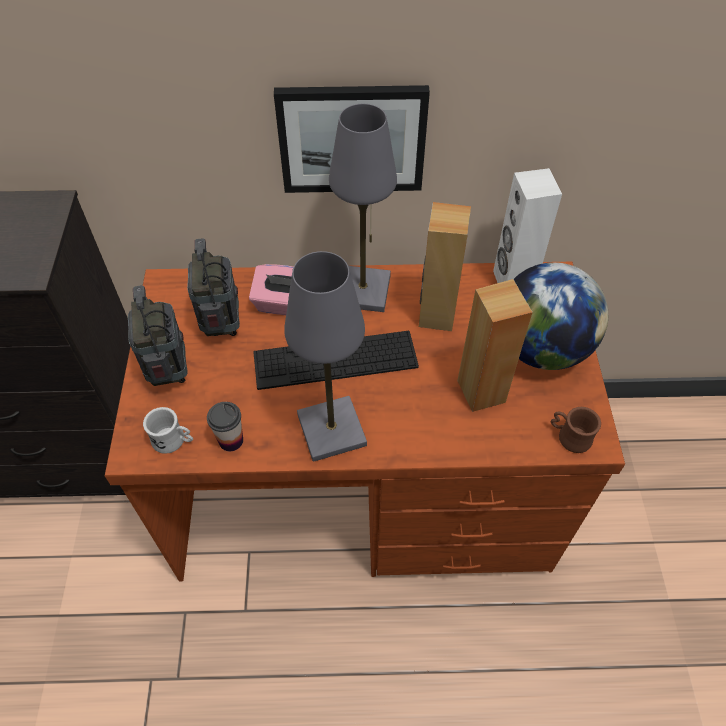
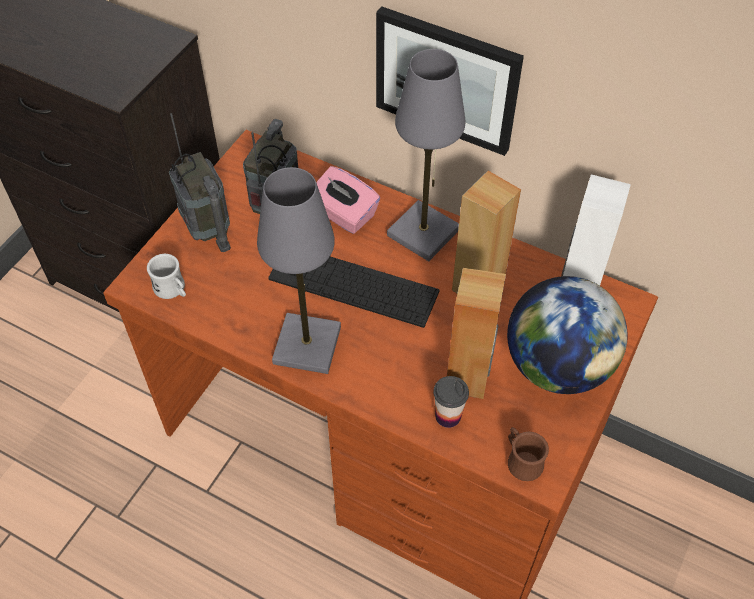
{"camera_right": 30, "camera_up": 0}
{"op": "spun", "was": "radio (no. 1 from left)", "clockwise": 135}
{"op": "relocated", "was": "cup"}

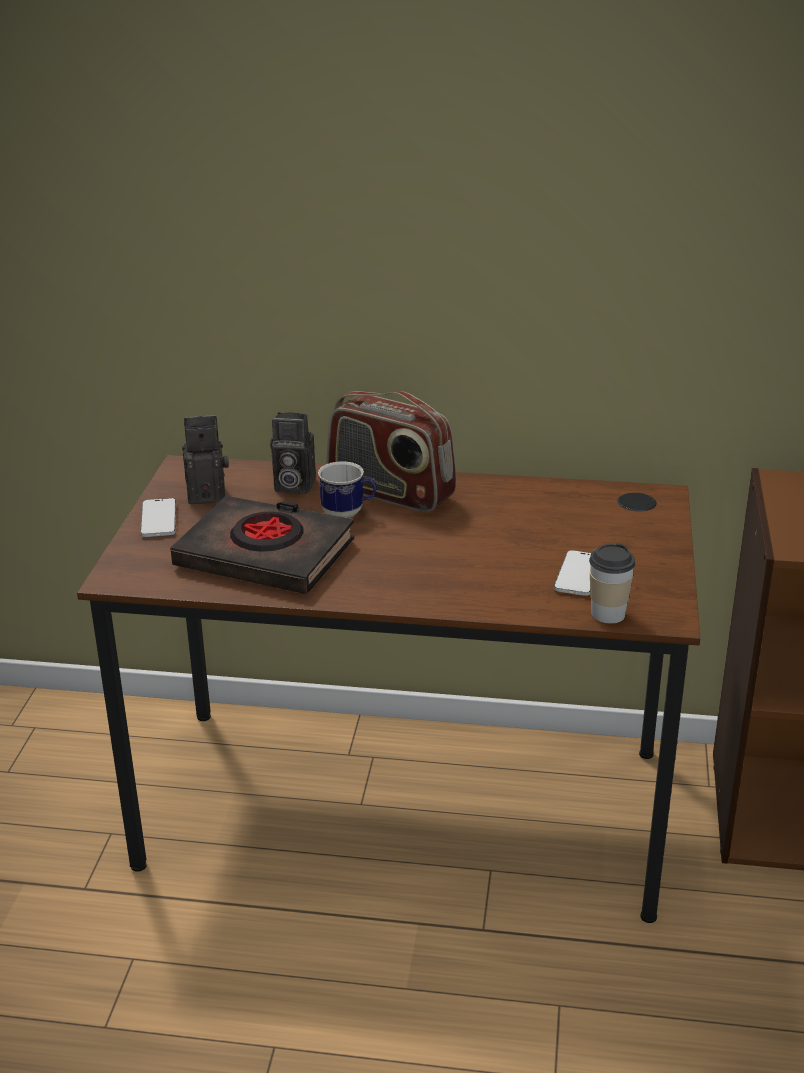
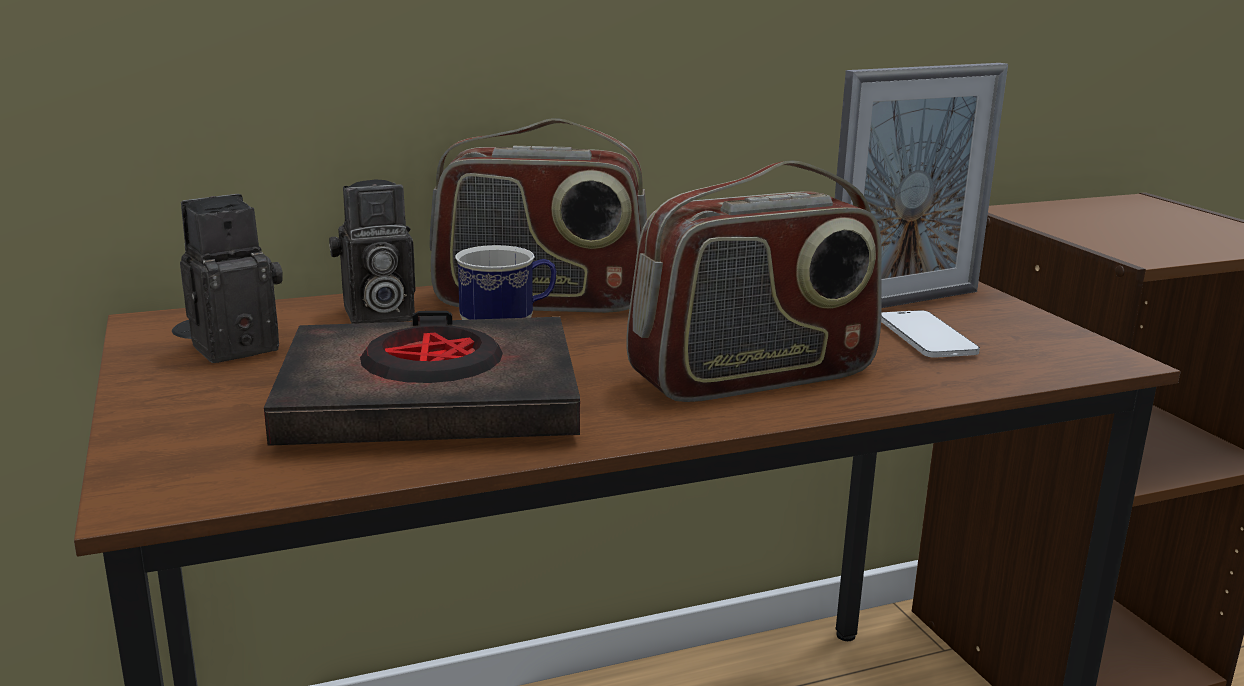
{"camera_right": -30, "camera_up": -10}
{"op": "appeared", "now": "radio (no. 2 from left)"}
{"op": "appeared", "now": "picture frame"}
{"op": "missing", "was": "phone (no. 1 from left)"}
{"op": "missing", "was": "cup"}

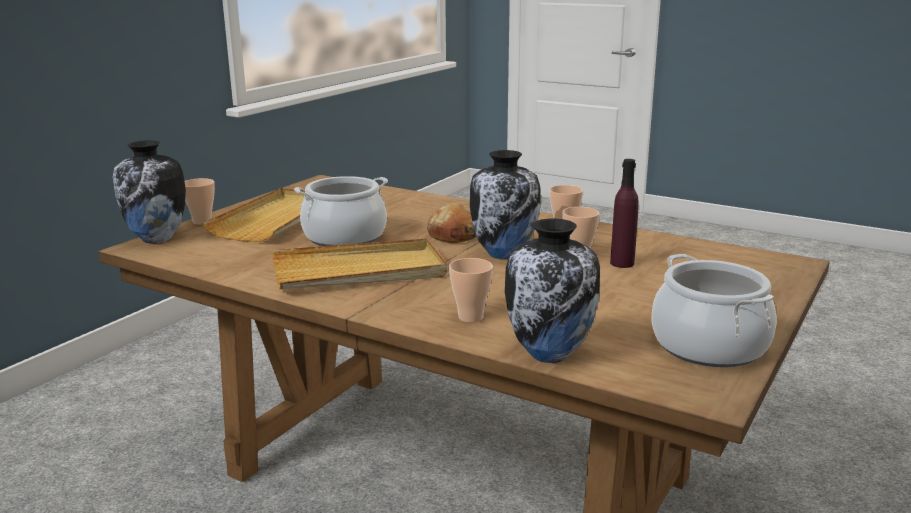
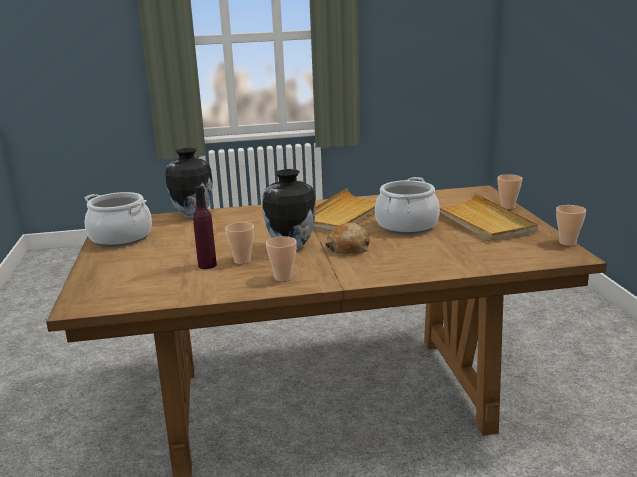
{"camera_right": 140, "camera_up": 0}
{"op": "relocated", "was": "cup (no. 2 from left in the first image)", "now": "cup (no. 4 from left)"}
{"op": "missing", "was": "vase (no. 1 from left)"}

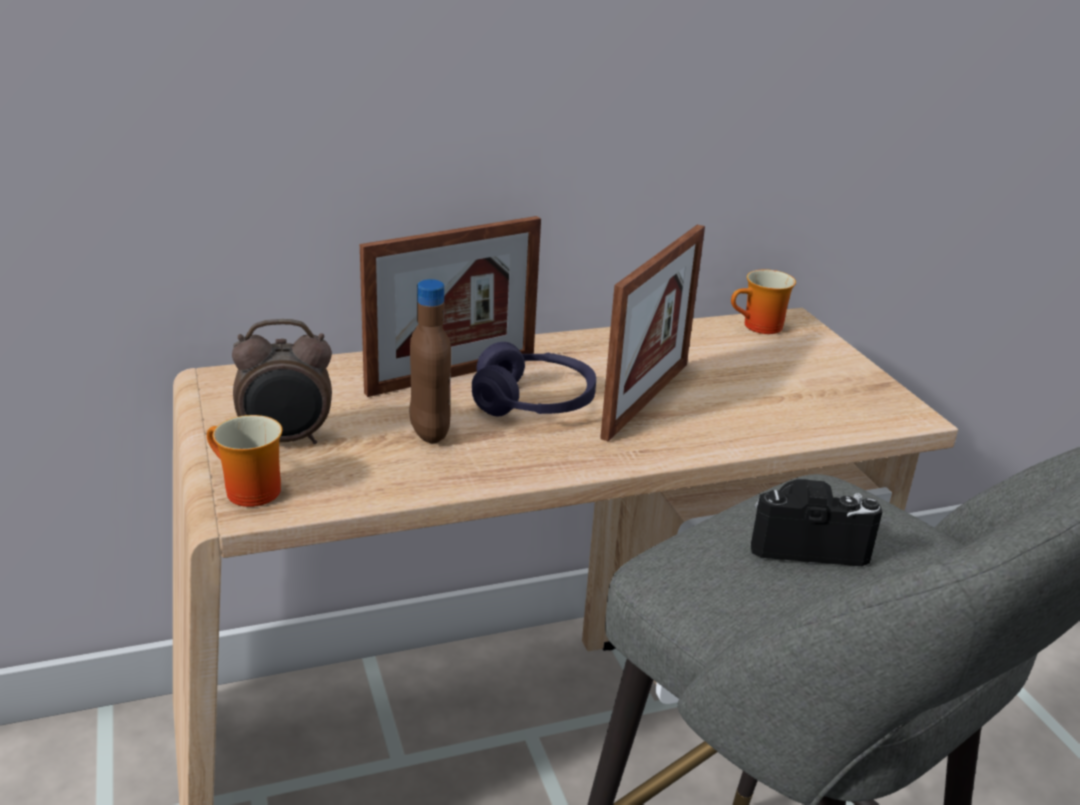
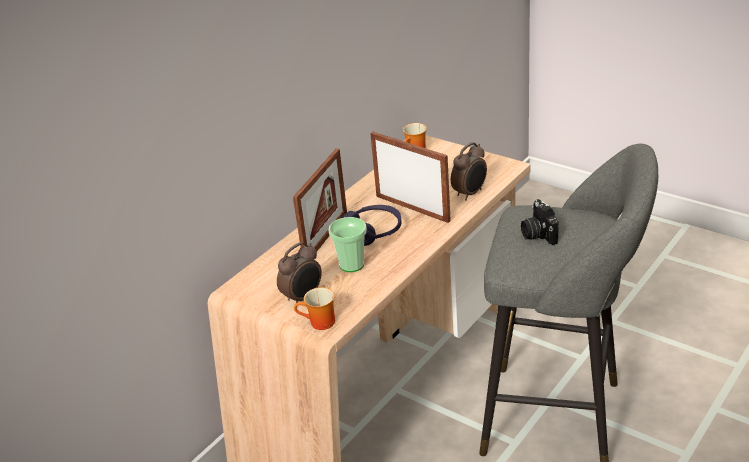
{"camera_right": -30, "camera_up": 5}
{"op": "exchanged", "was": "brown bottle", "now": "cup"}
{"op": "spun", "was": "picture frame (no. 2 from left)", "clockwise": -45}
{"op": "appeared", "now": "alarm clock (no. 2 from left)"}
{"op": "spun", "was": "photo camera", "clockwise": -75}

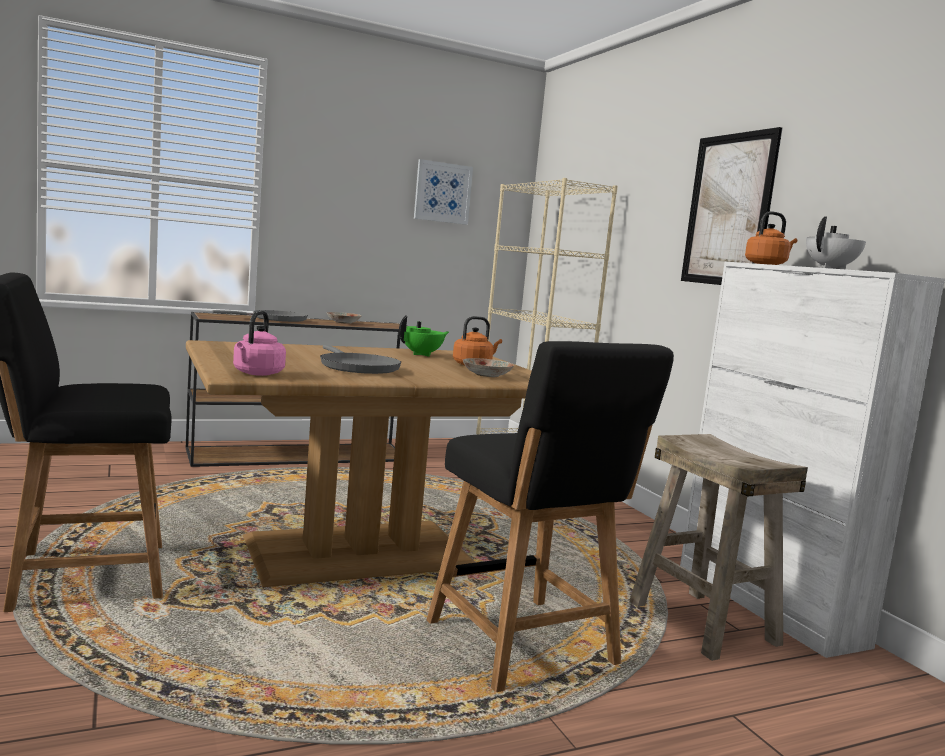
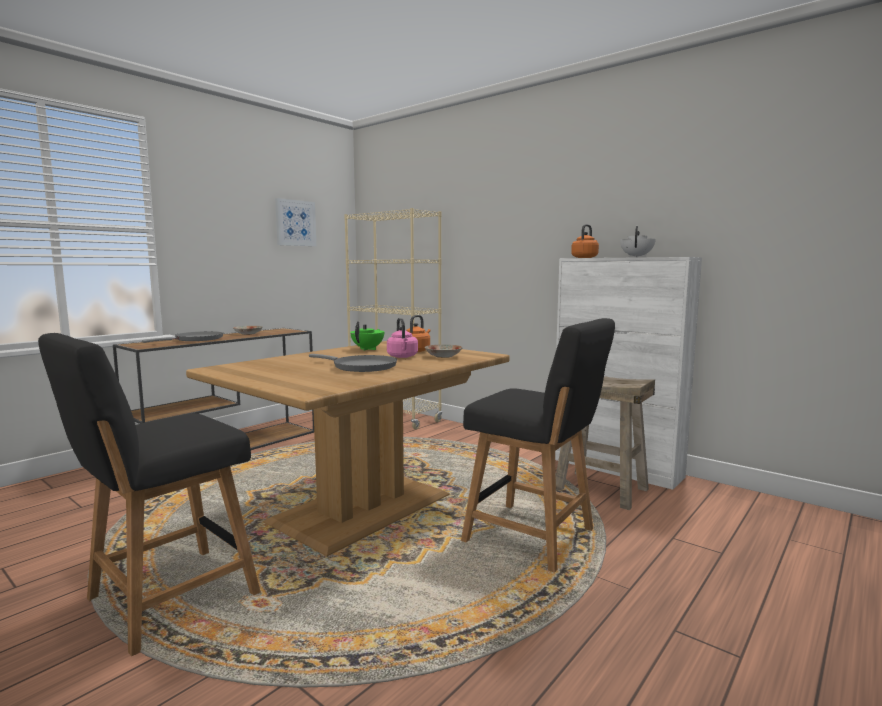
{"camera_right": -25, "camera_up": 0}
{"op": "relocated", "was": "pink kettle"}
{"op": "missing", "was": "picture (no. 2 from left)"}

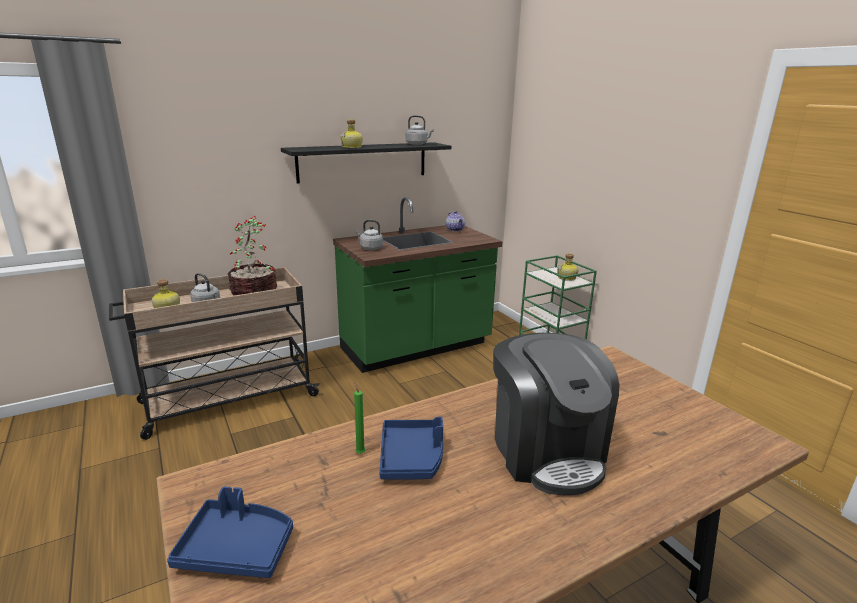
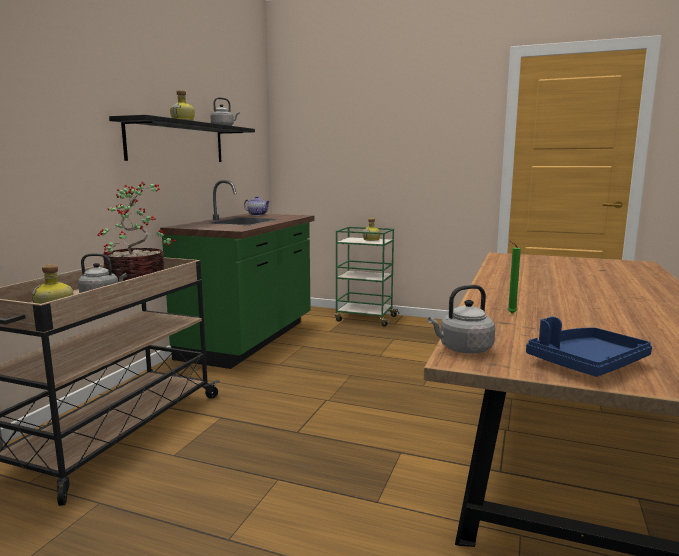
{"camera_right": -40, "camera_up": -10}
{"op": "relocated", "was": "grey kettle (no. 2 from left in the first image)", "now": "grey kettle (no. 3 from left)"}
{"op": "missing", "was": "blue tray (no. 2 from left)"}
{"op": "missing", "was": "coffee machine"}

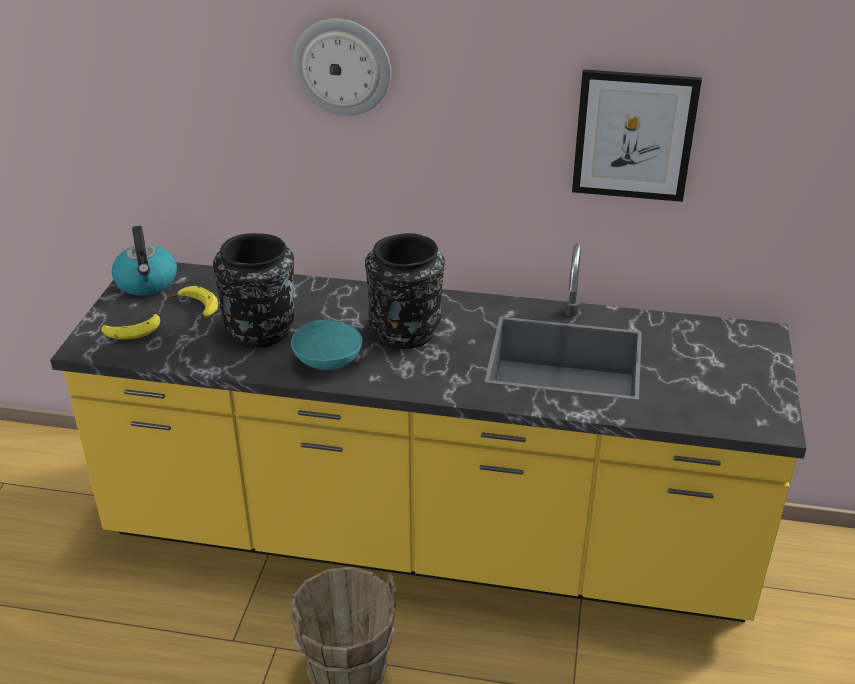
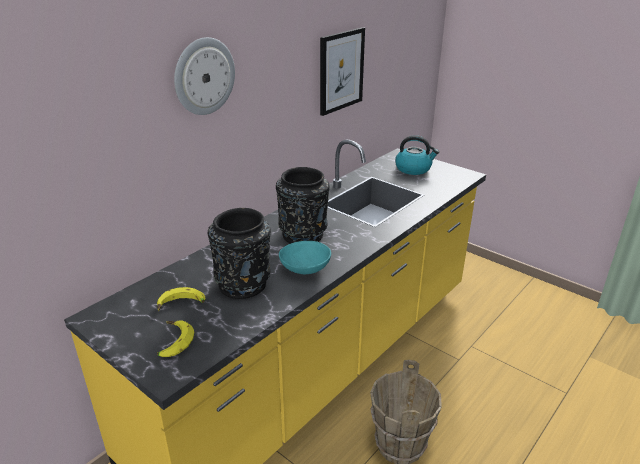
{"camera_right": -60, "camera_up": -5}
{"op": "relocated", "was": "kettle"}

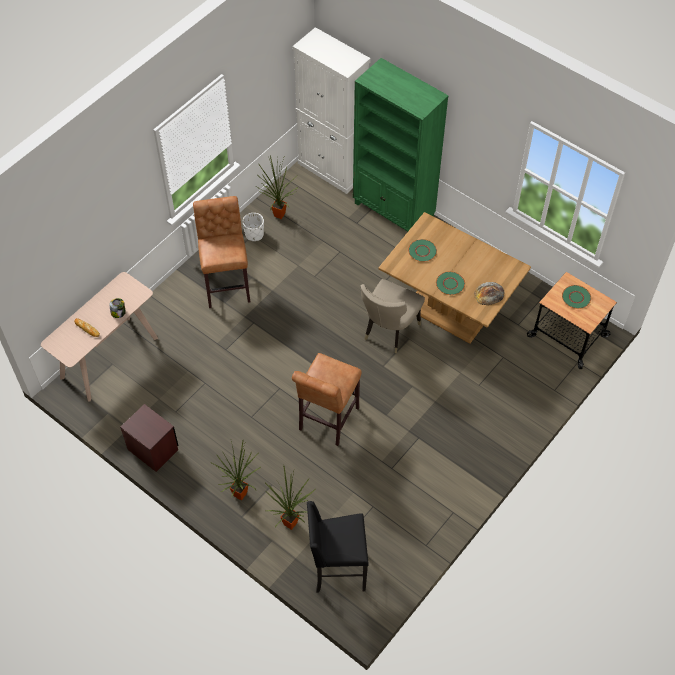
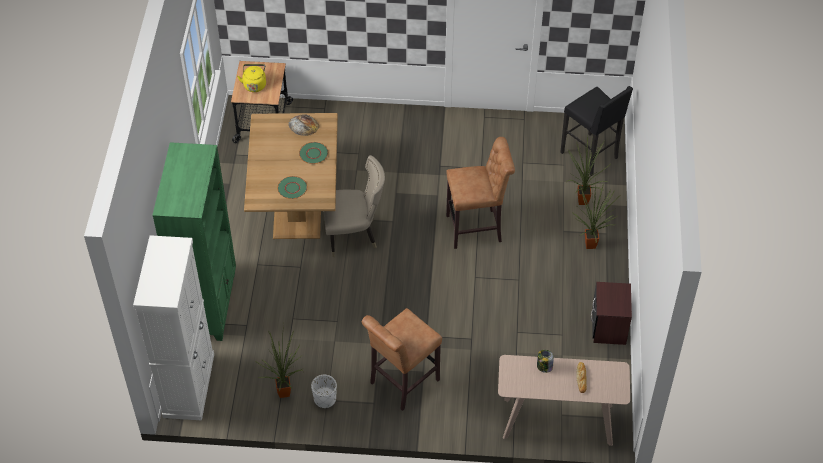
{"camera_right": -125, "camera_up": -5}
{"op": "exchanged", "was": "green plate (no. 3 from left)", "now": "yellow kettle"}

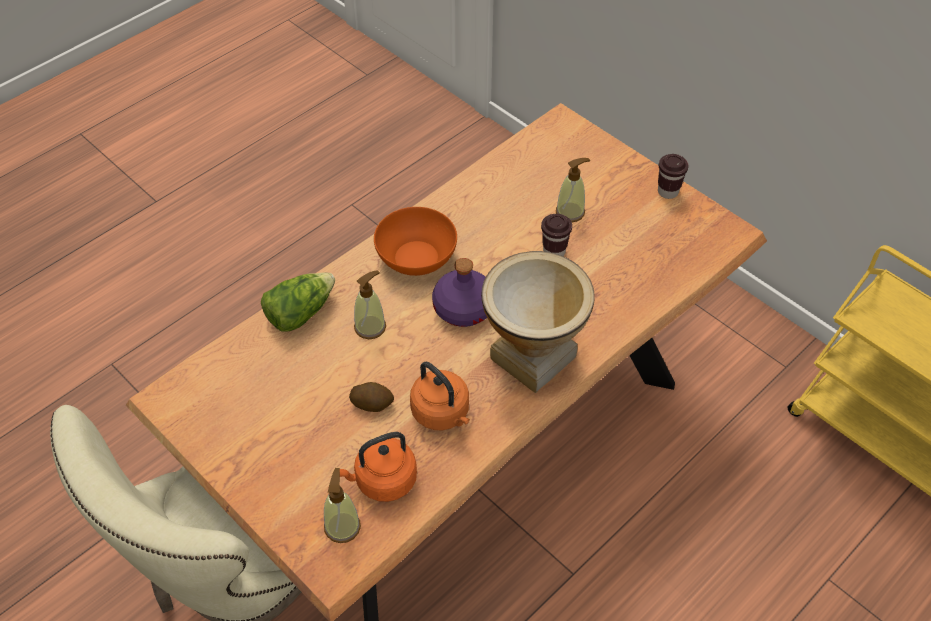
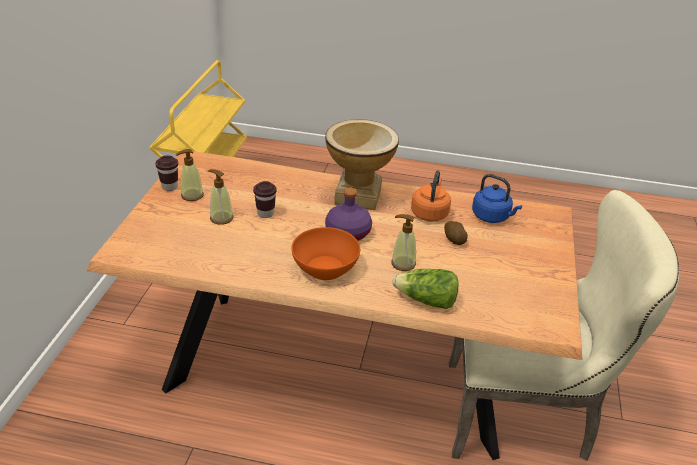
{"camera_right": -125, "camera_up": -15}
{"op": "relocated", "was": "soap dispenser (no. 1 from left)"}
{"op": "colour", "was": "orange kettle (no. 1 from left)", "now": "blue kettle"}

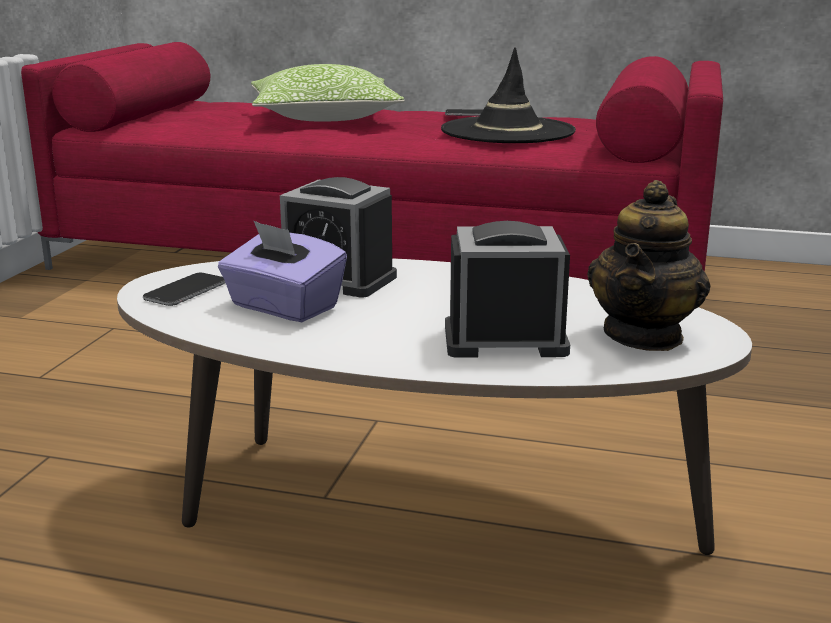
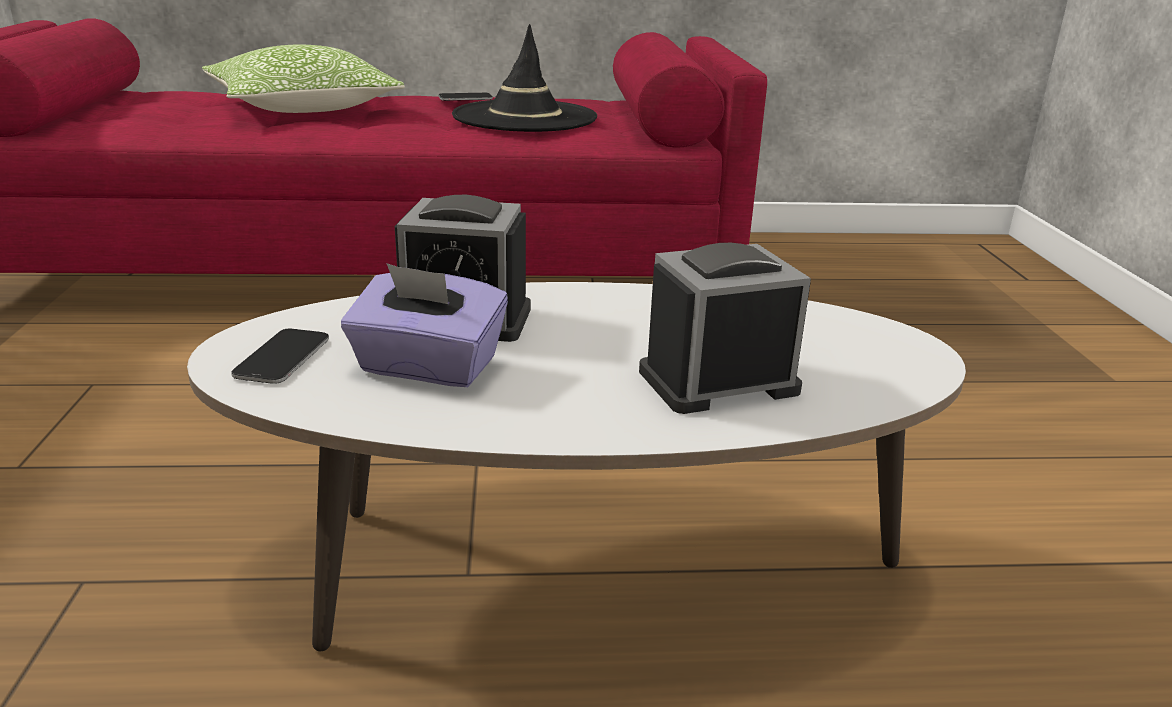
{"camera_right": -20, "camera_up": 5}
{"op": "missing", "was": "teapot"}

